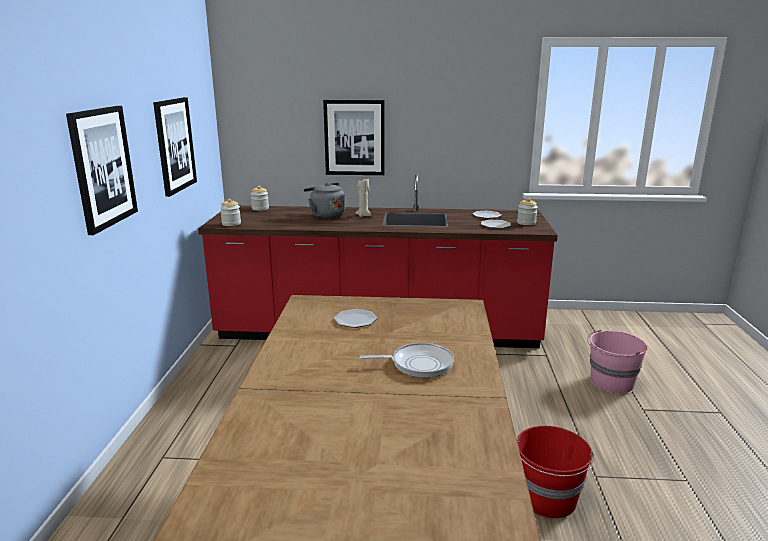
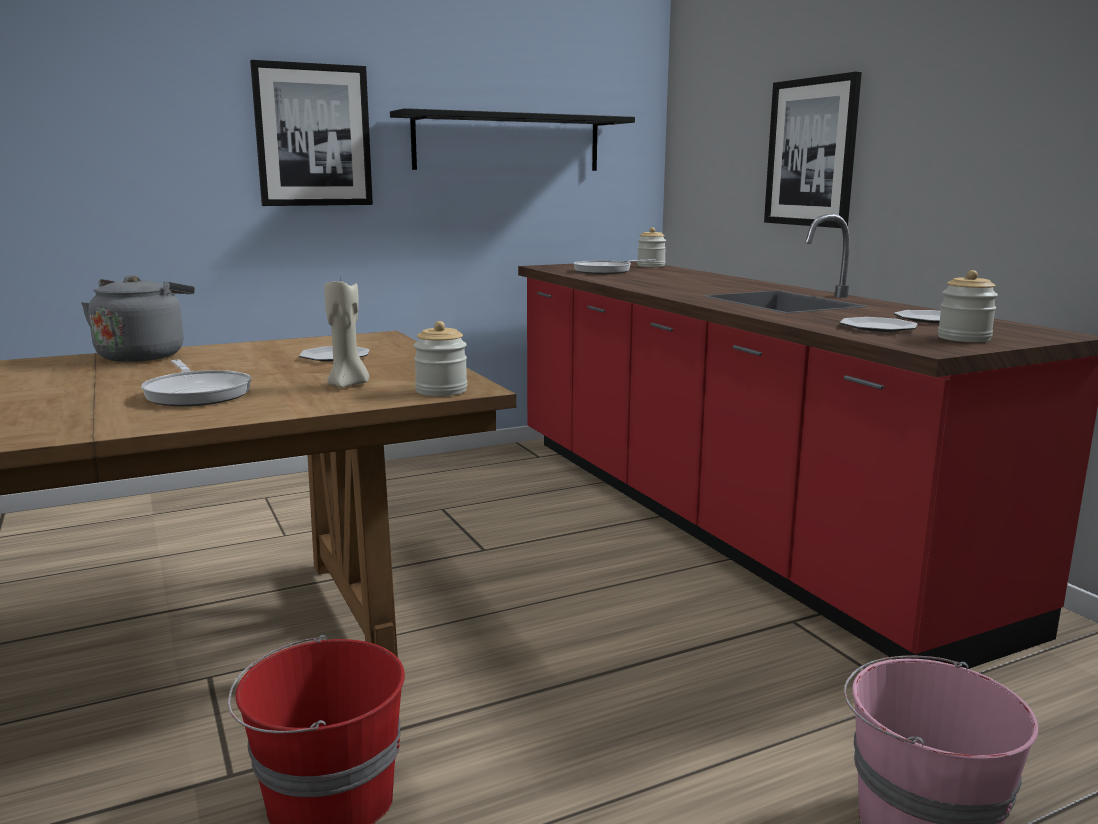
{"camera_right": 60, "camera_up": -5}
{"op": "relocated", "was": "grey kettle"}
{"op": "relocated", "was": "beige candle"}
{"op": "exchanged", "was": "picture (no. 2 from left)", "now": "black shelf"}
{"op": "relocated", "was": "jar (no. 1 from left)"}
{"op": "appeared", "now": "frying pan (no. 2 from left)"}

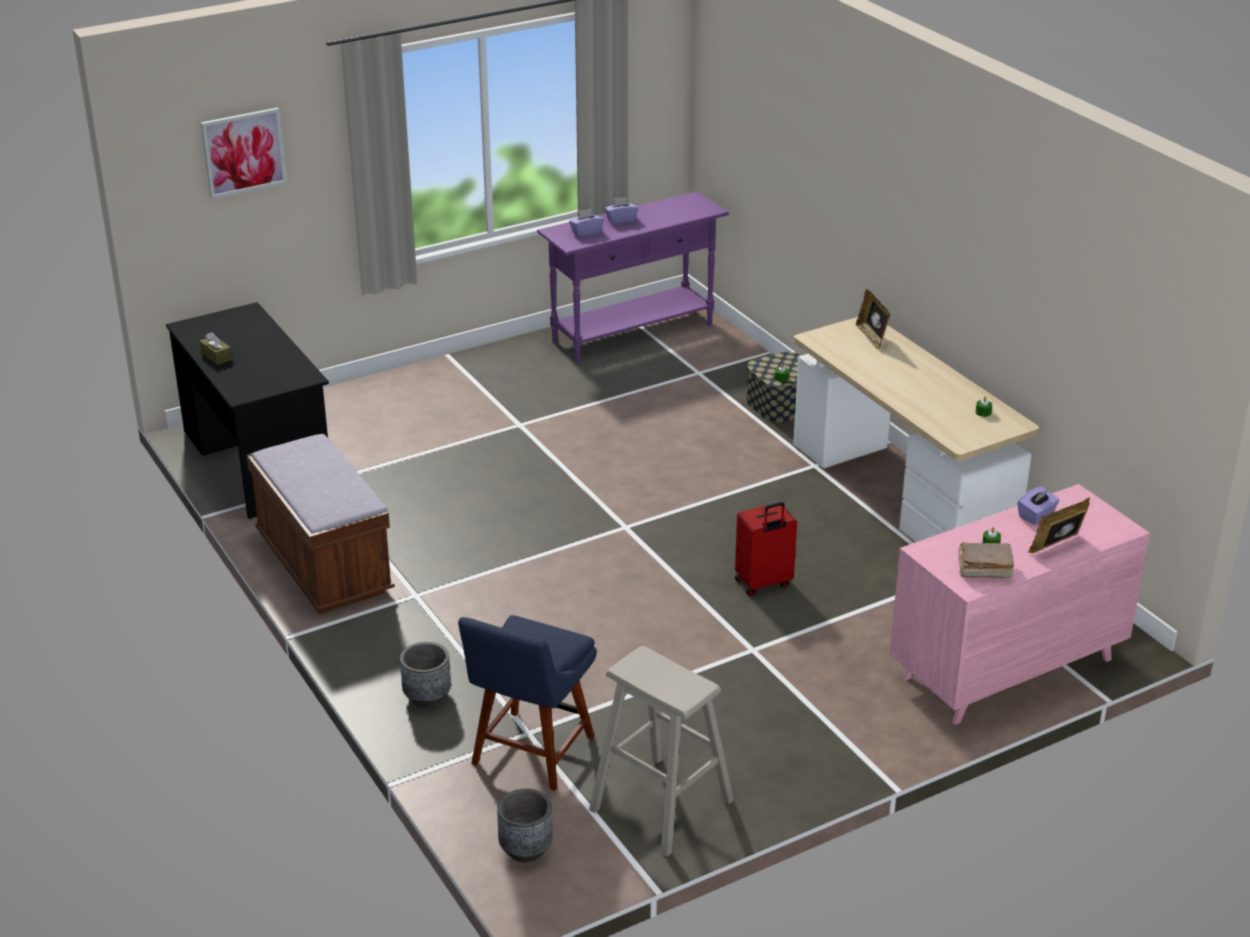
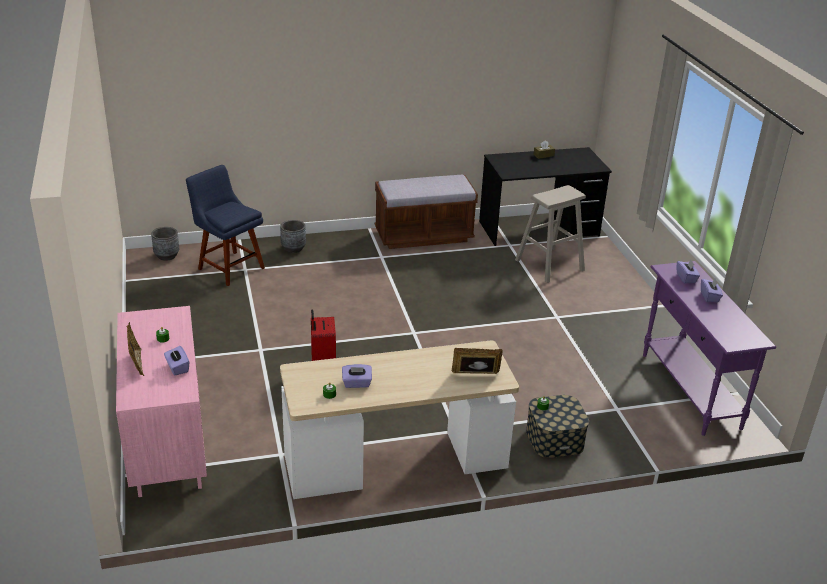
{"camera_right": 105, "camera_up": 0}
{"op": "appeared", "now": "purple tissue box (no. 2 from left)"}
{"op": "relocated", "was": "beige stool"}
{"op": "missing", "was": "picture"}
{"op": "missing", "was": "brown book"}

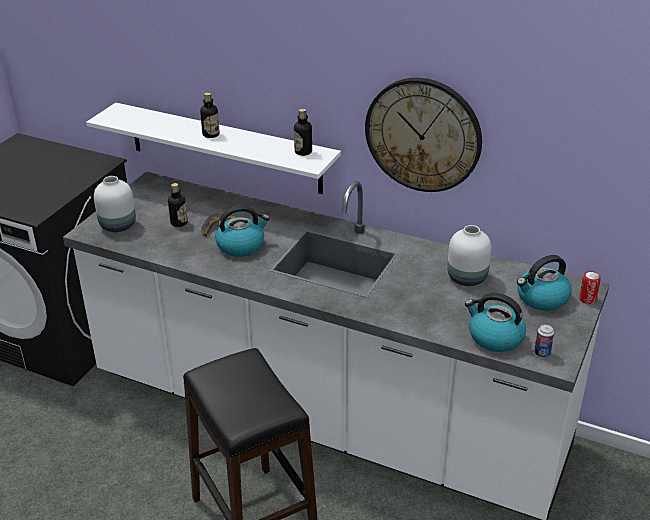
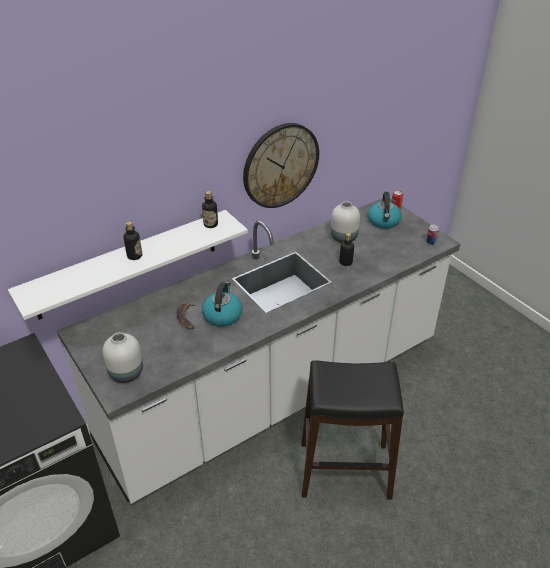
{"camera_right": -60, "camera_up": 5}
{"op": "relocated", "was": "bottle (no. 1 from left in the first image)", "now": "bottle (no. 3 from left)"}
{"op": "missing", "was": "kettle (no. 2 from left)"}

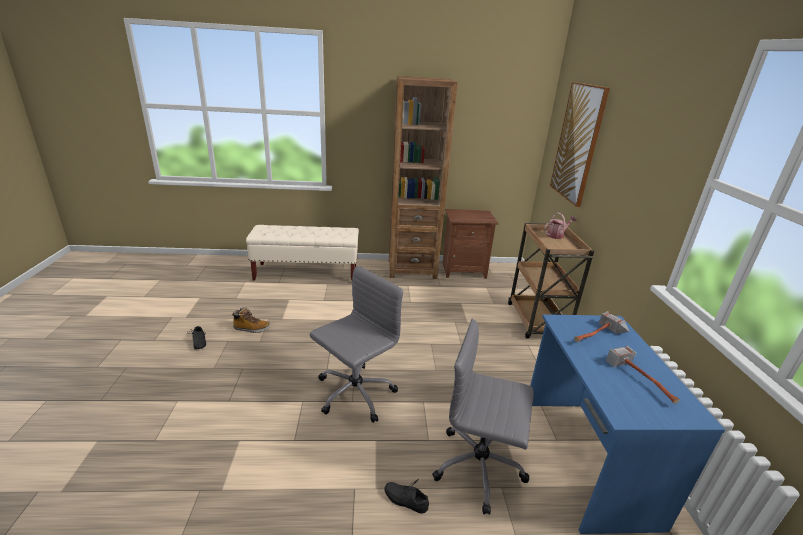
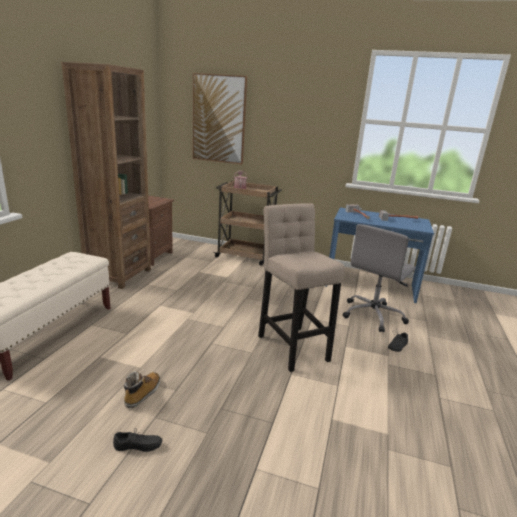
{"camera_right": -70, "camera_up": -5}
{"op": "exchanged", "was": "grey office chair (no. 1 from left)", "now": "beige stool"}

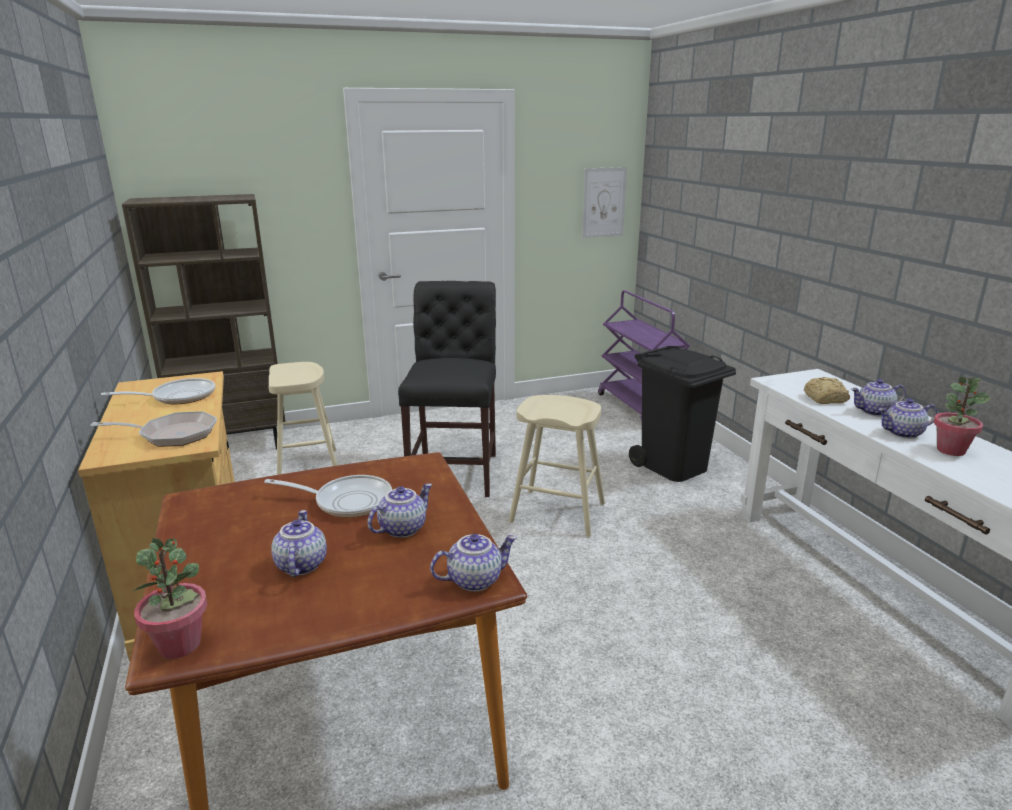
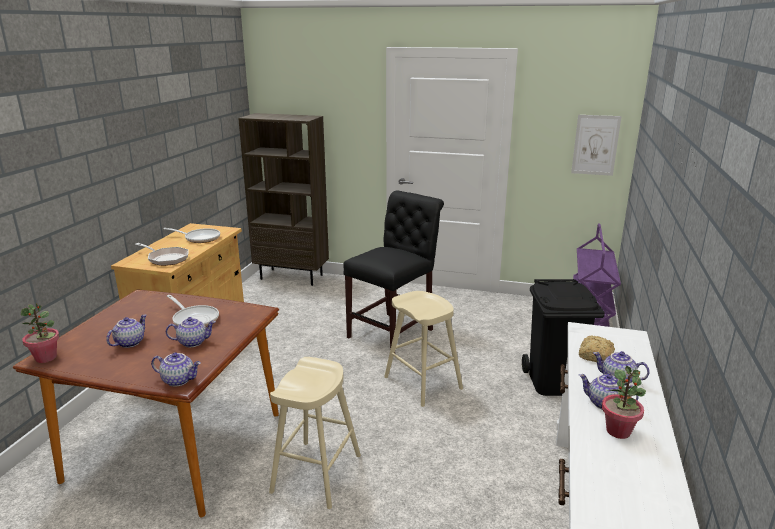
{"camera_right": 35, "camera_up": 0}
{"op": "relocated", "was": "beige stool (no. 1 from left)"}

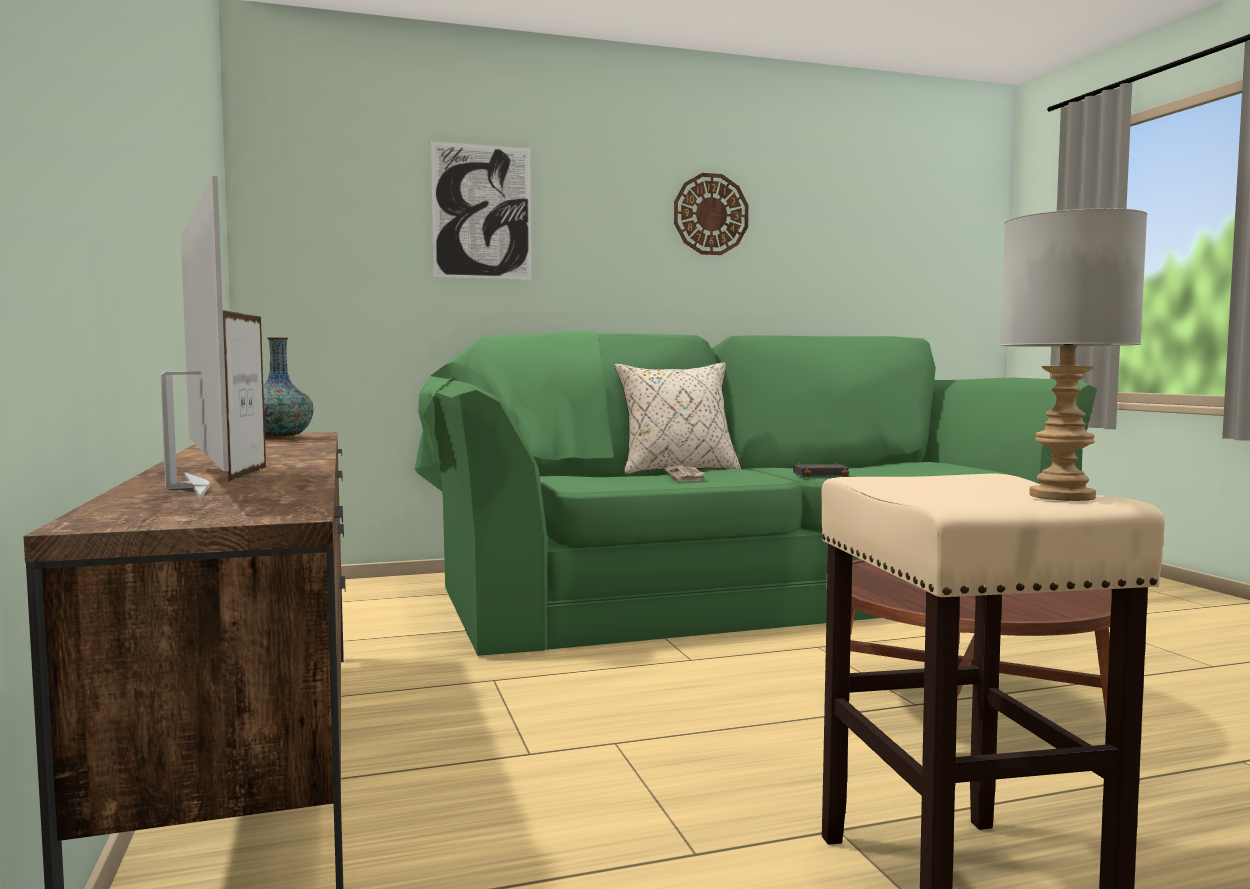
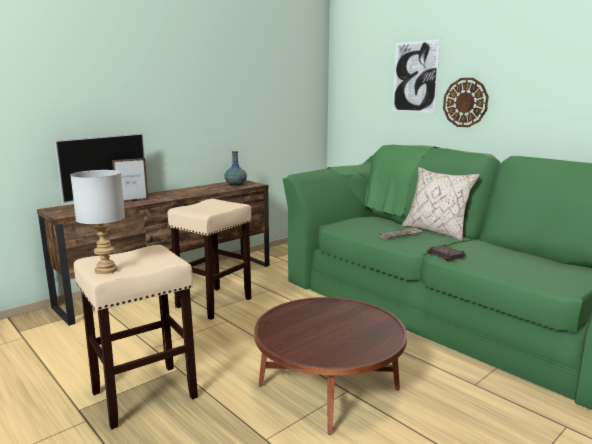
{"camera_right": 65, "camera_up": 10}
{"op": "appeared", "now": "beige stool (no. 2 from left)"}
{"op": "relocated", "was": "wall clock"}

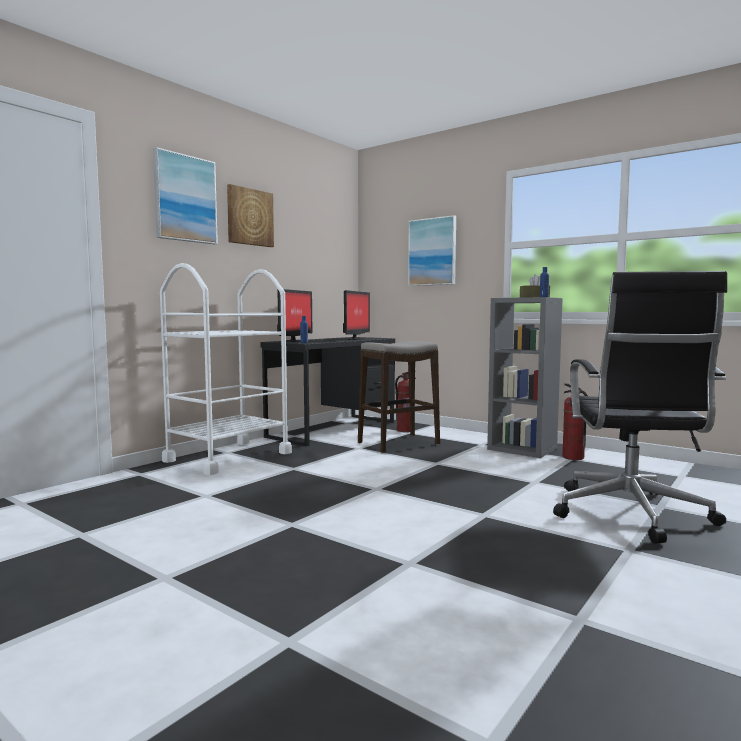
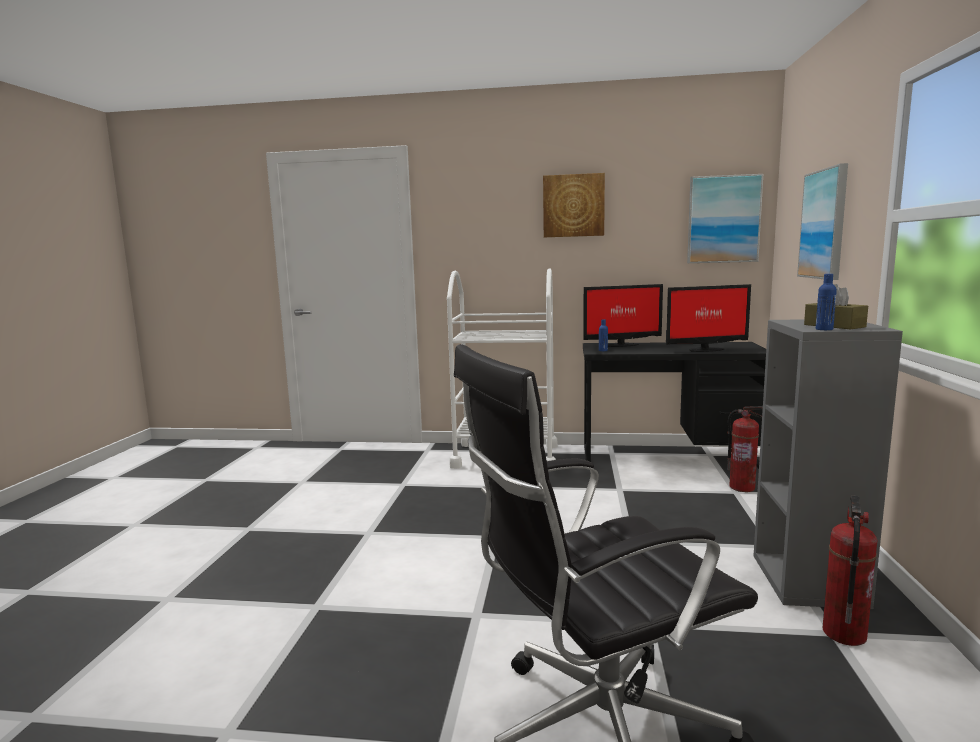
{"camera_right": 60, "camera_up": 5}
{"op": "relocated", "was": "picture (no. 1 from left in the first image)", "now": "picture (no. 2 from left)"}
{"op": "missing", "was": "stool"}

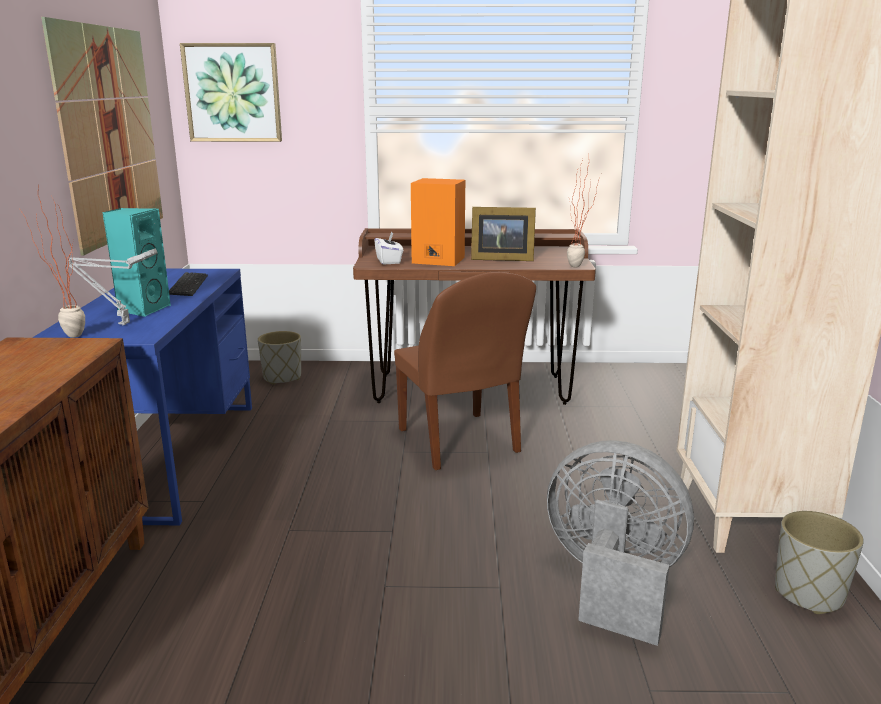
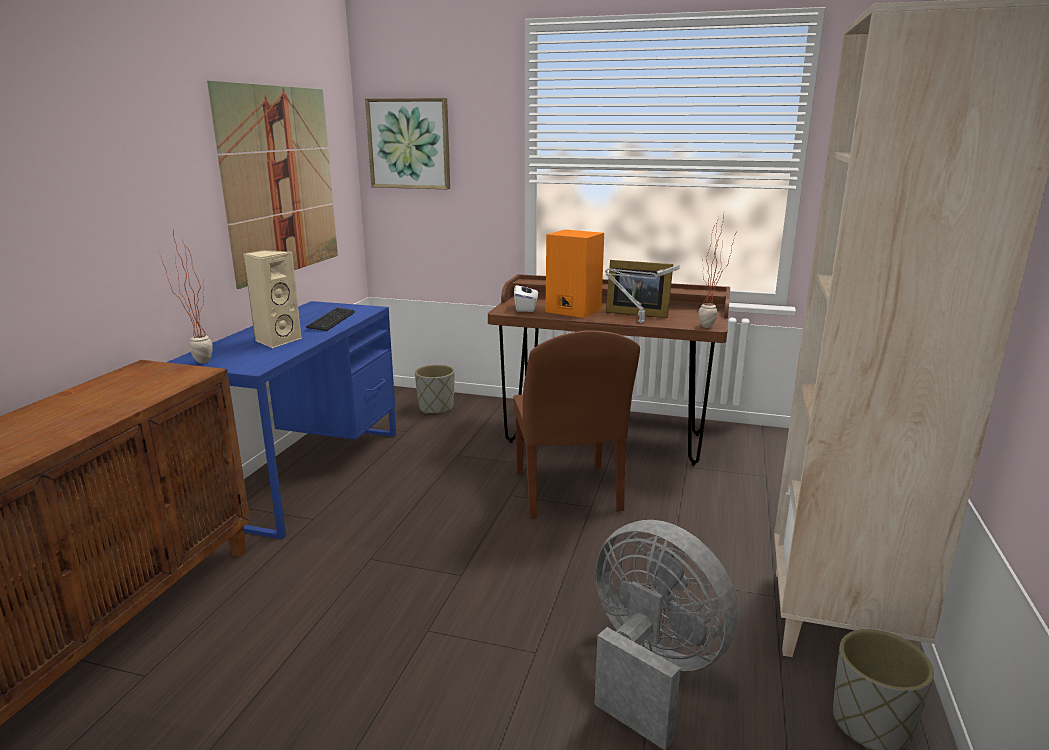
{"camera_right": 15, "camera_up": 0}
{"op": "colour", "was": "turquoise speaker", "now": "beige speaker"}
{"op": "relocated", "was": "grey table lamp"}

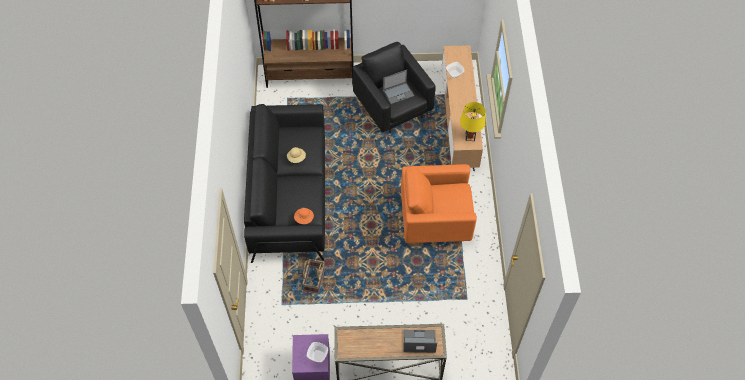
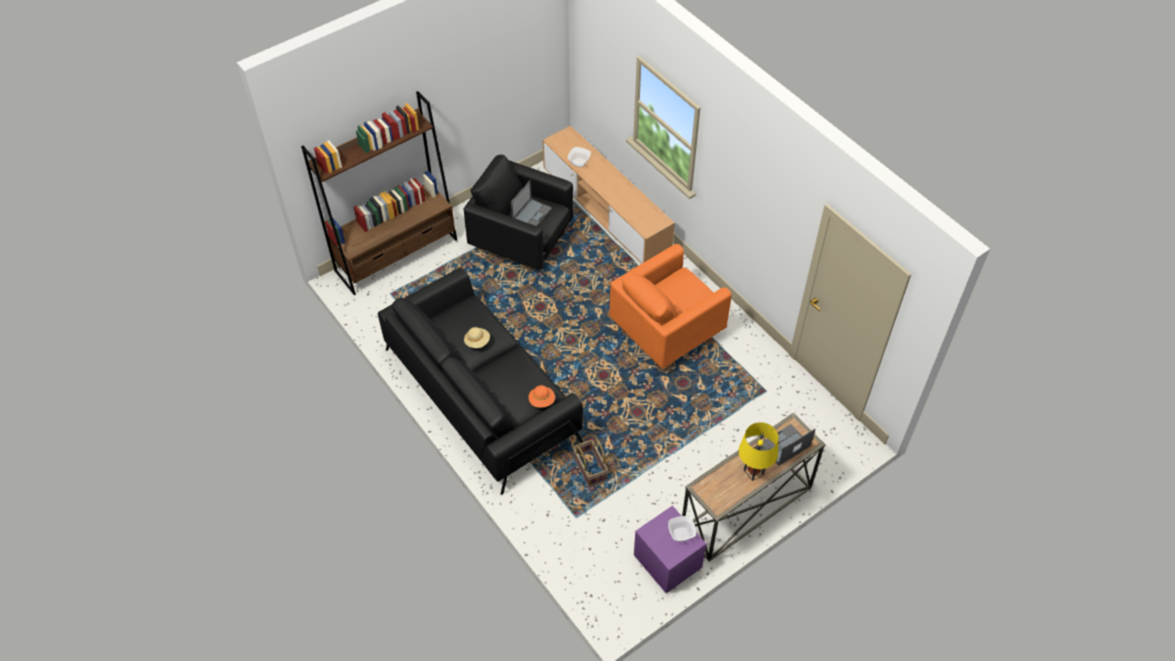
{"camera_right": -35, "camera_up": -5}
{"op": "relocated", "was": "yellow table lamp"}

